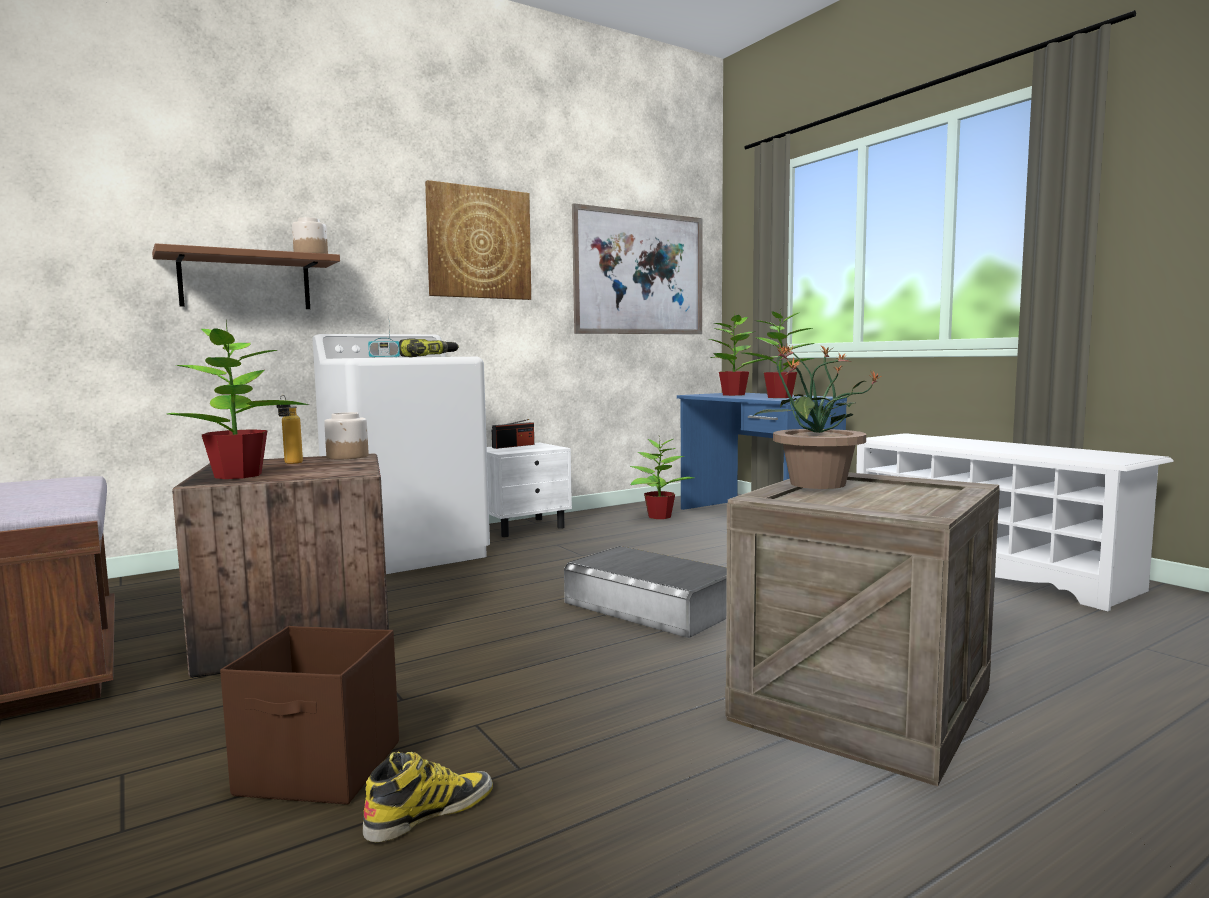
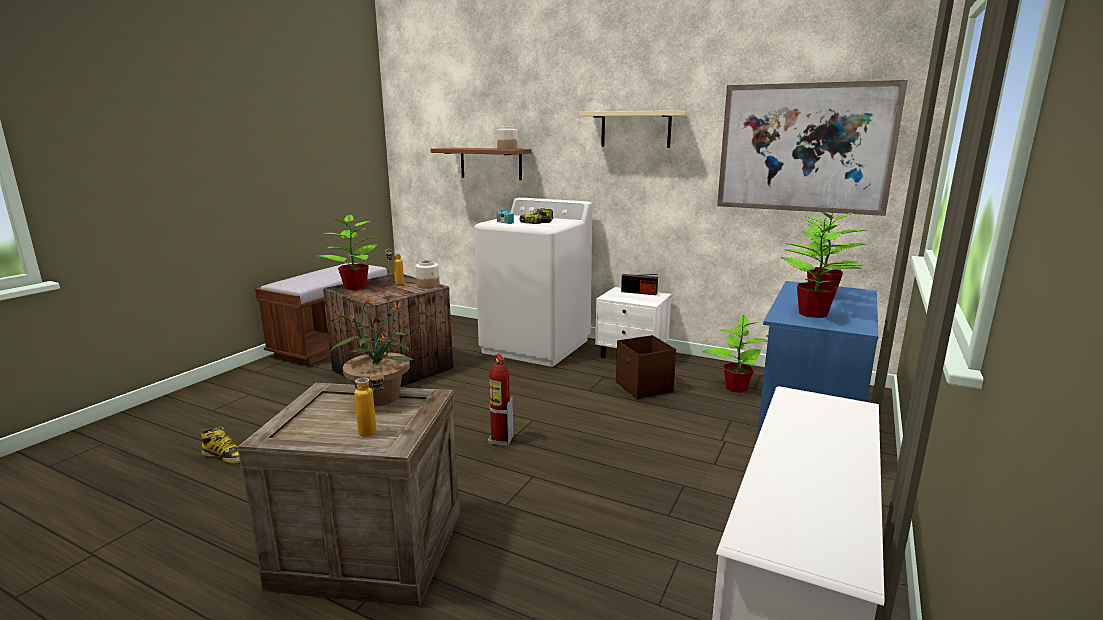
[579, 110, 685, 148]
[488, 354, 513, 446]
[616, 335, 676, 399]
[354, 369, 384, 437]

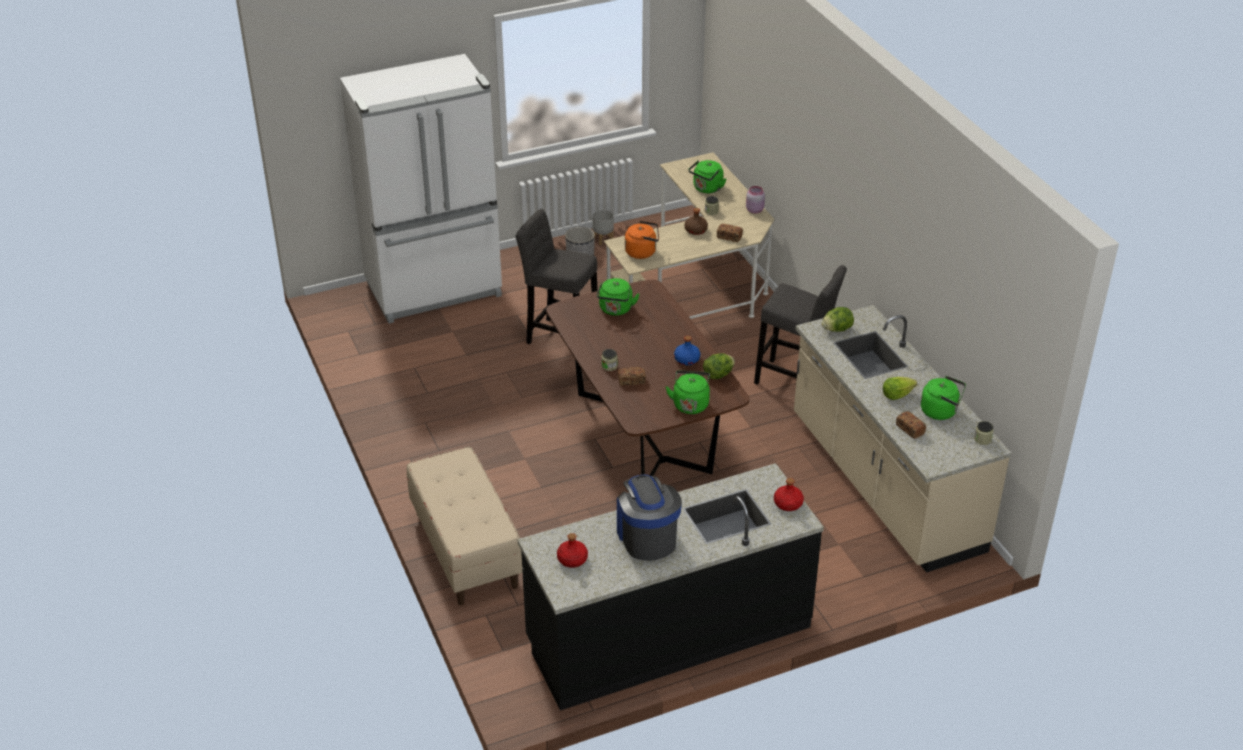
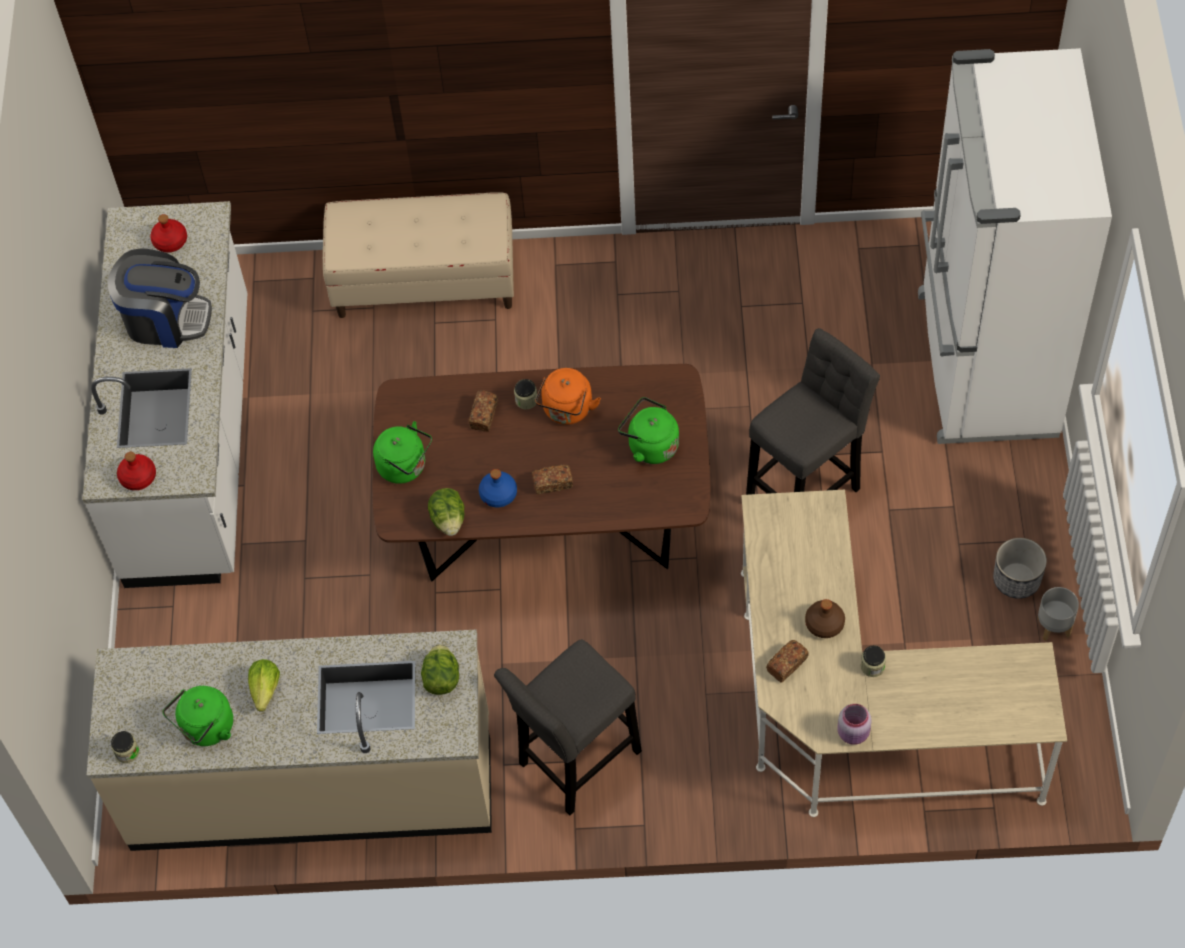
[688, 160, 726, 193] (first image)
[535, 368, 601, 425]
[532, 465, 573, 494]
[83, 201, 247, 588]

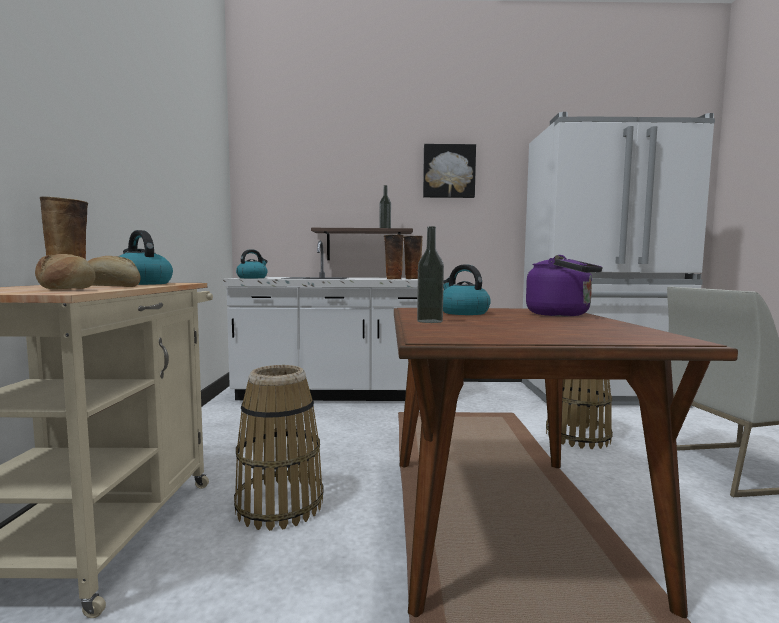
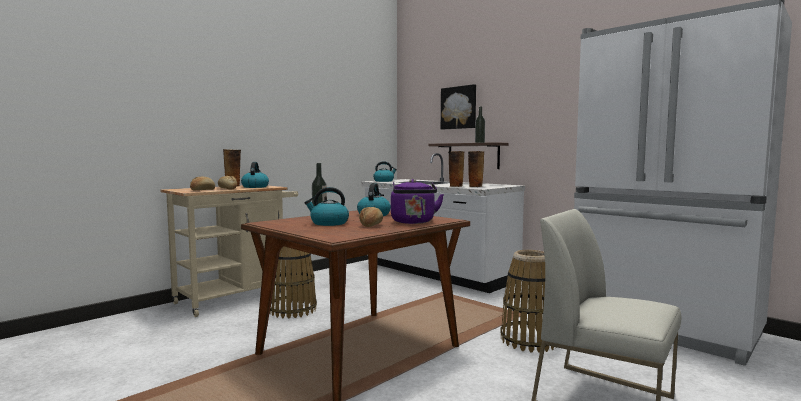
[441, 84, 476, 129]
[304, 187, 349, 226]
[359, 207, 383, 227]

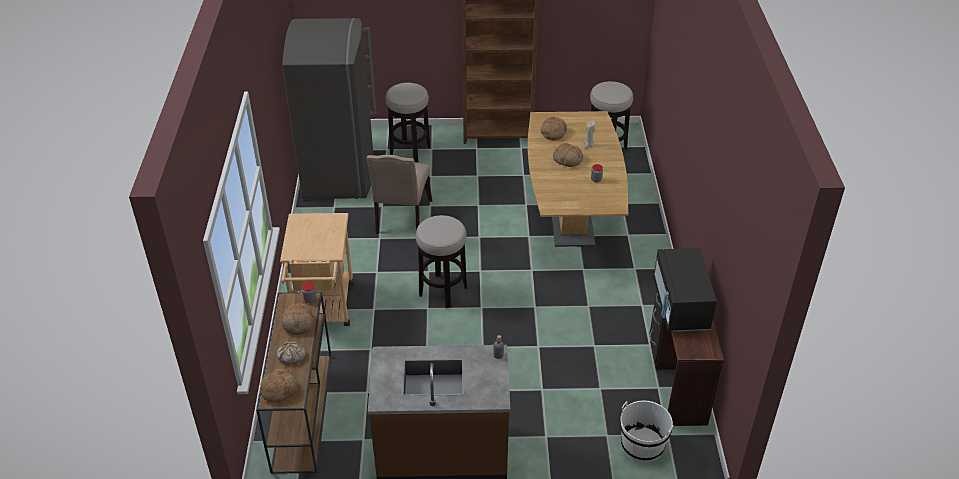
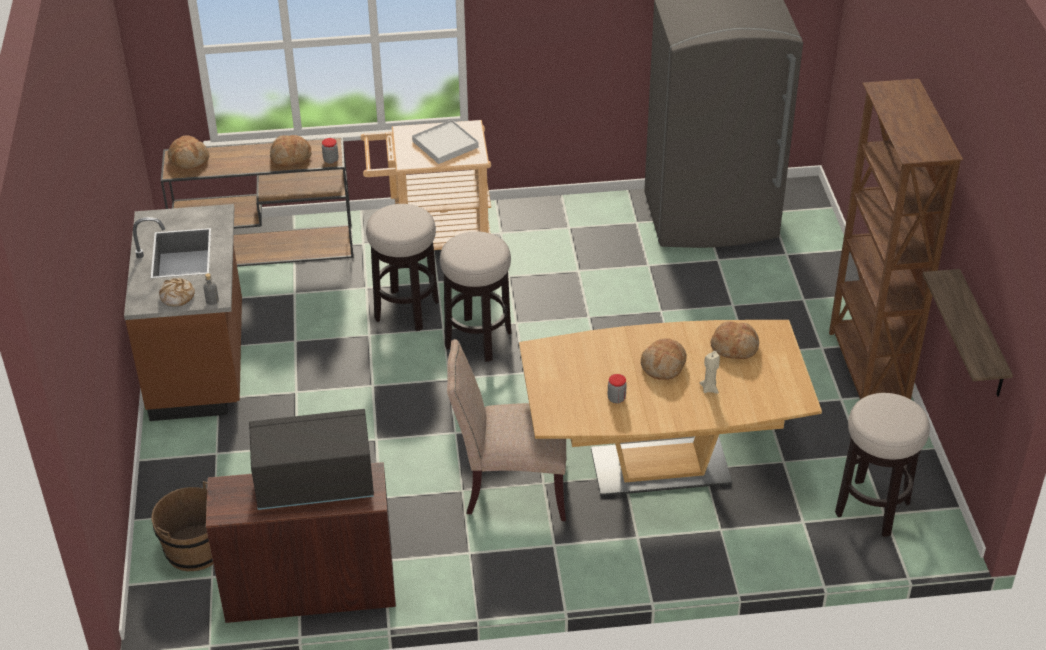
[366, 204, 439, 331]
[447, 339, 566, 521]
[159, 278, 195, 307]
[152, 481, 213, 571]
[412, 120, 479, 164]
[923, 269, 1013, 397]

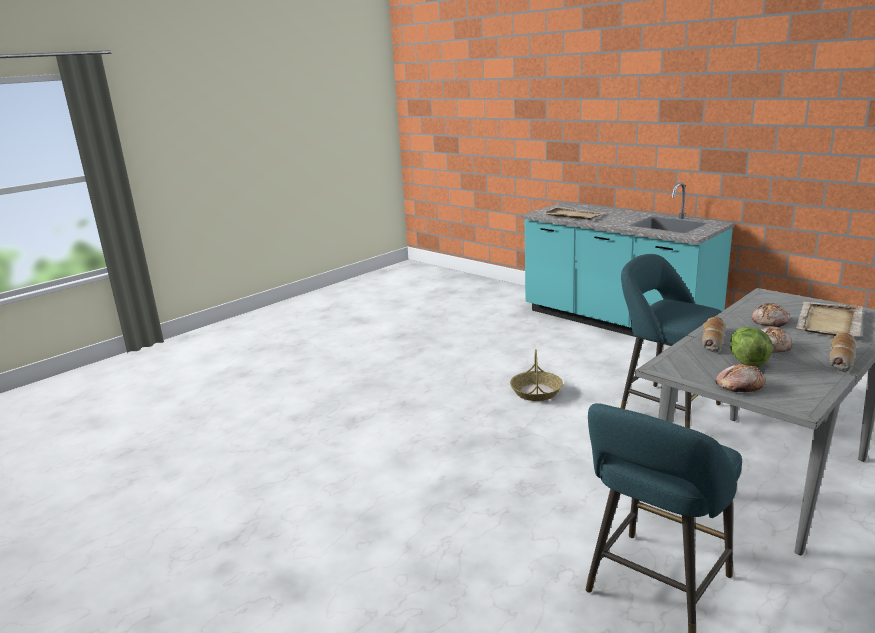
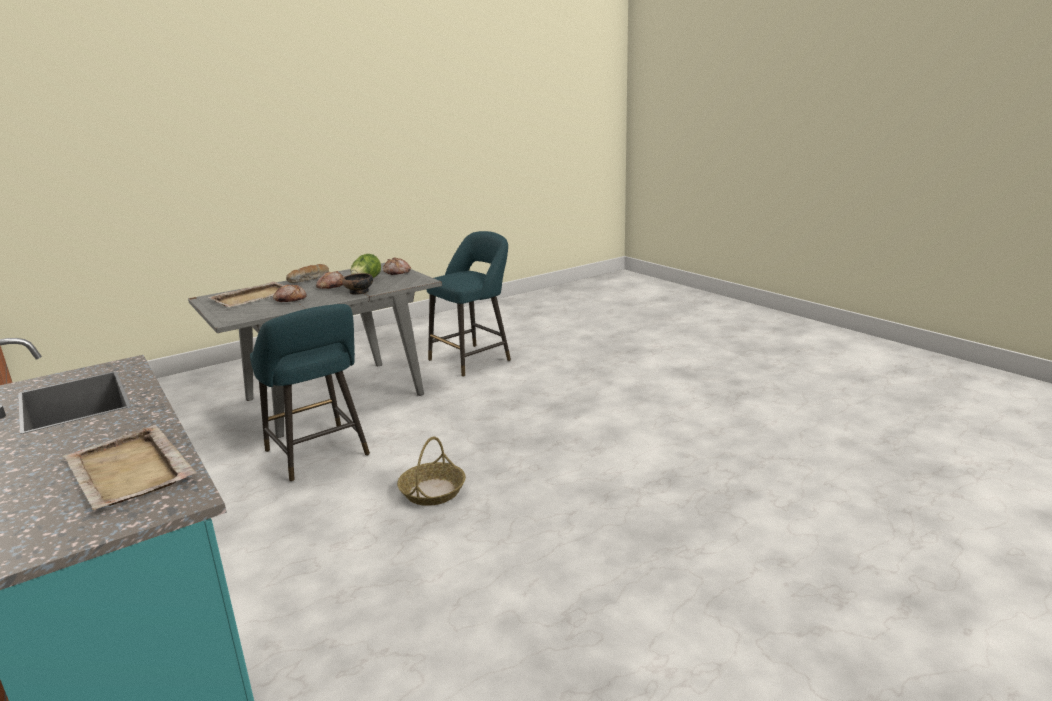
[342, 273, 373, 295]

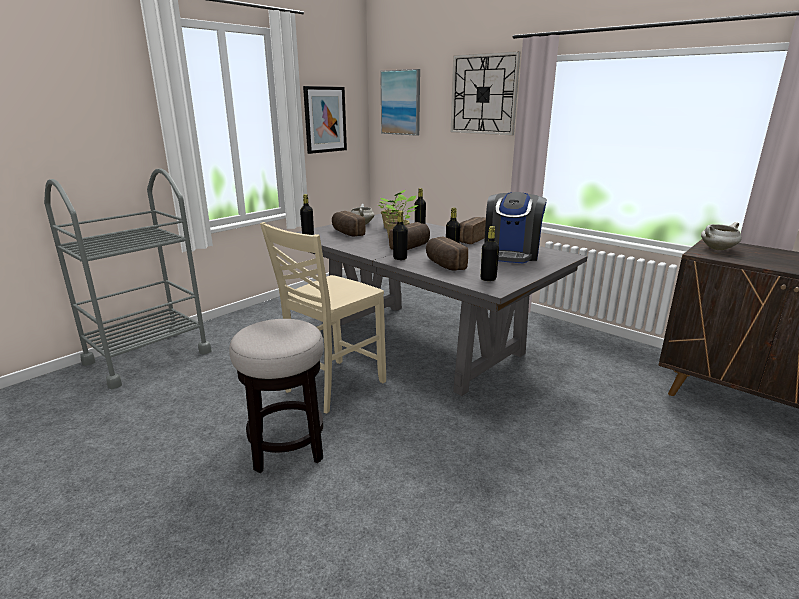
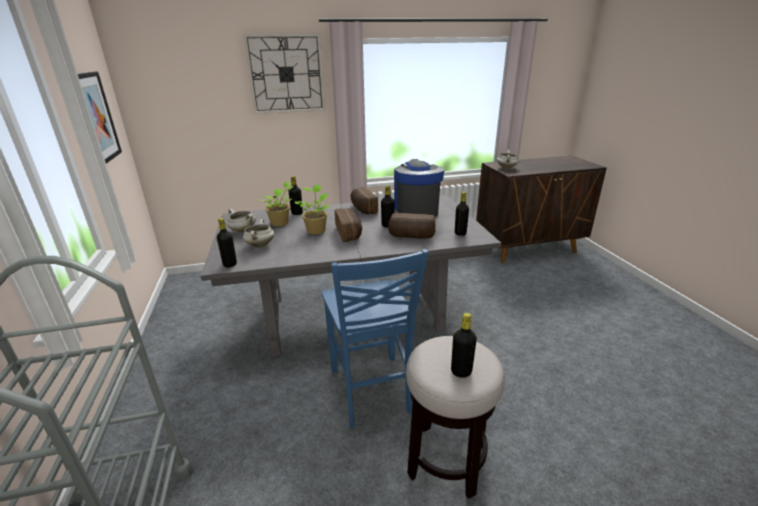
[380, 69, 420, 136] (first image)
[394, 159, 444, 217]
[243, 219, 274, 248]
[451, 313, 477, 378]
[322, 249, 429, 428]

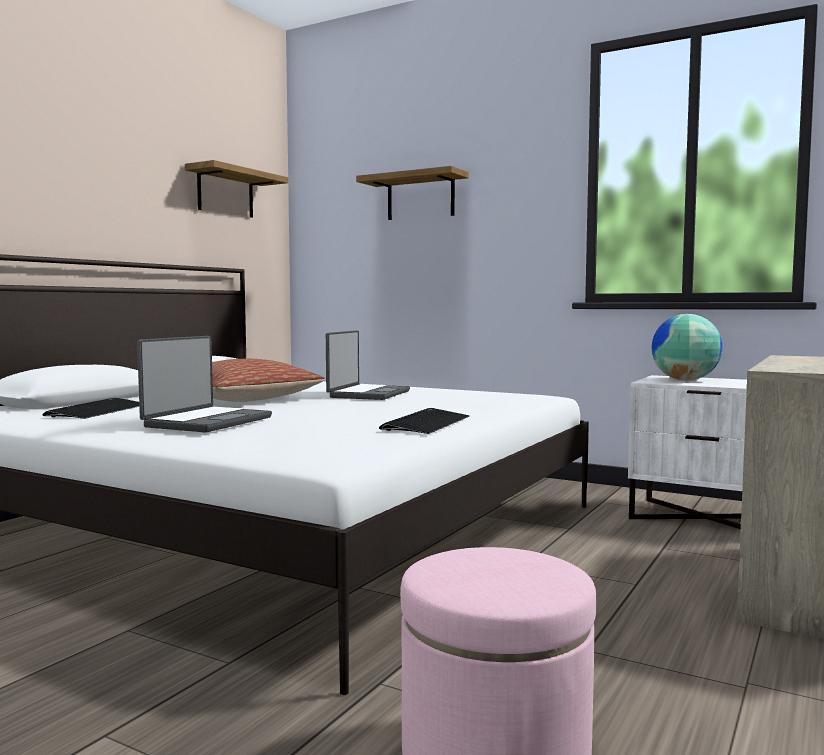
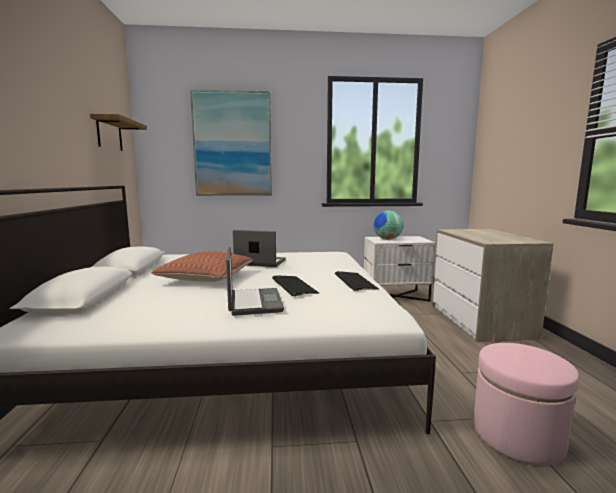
[190, 89, 272, 196]
[233, 230, 286, 267]
[272, 275, 319, 296]

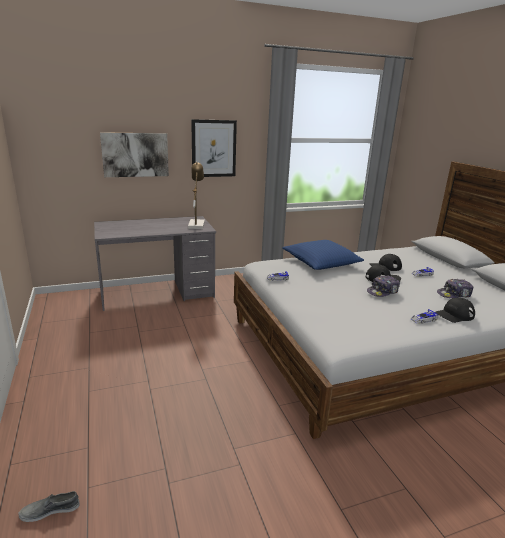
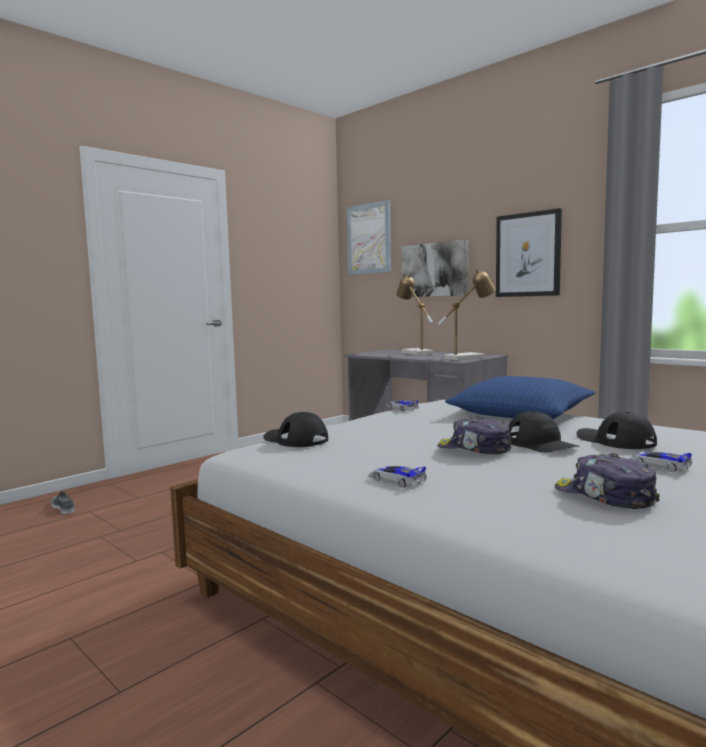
[263, 412, 328, 447]
[347, 200, 391, 275]
[396, 274, 433, 355]

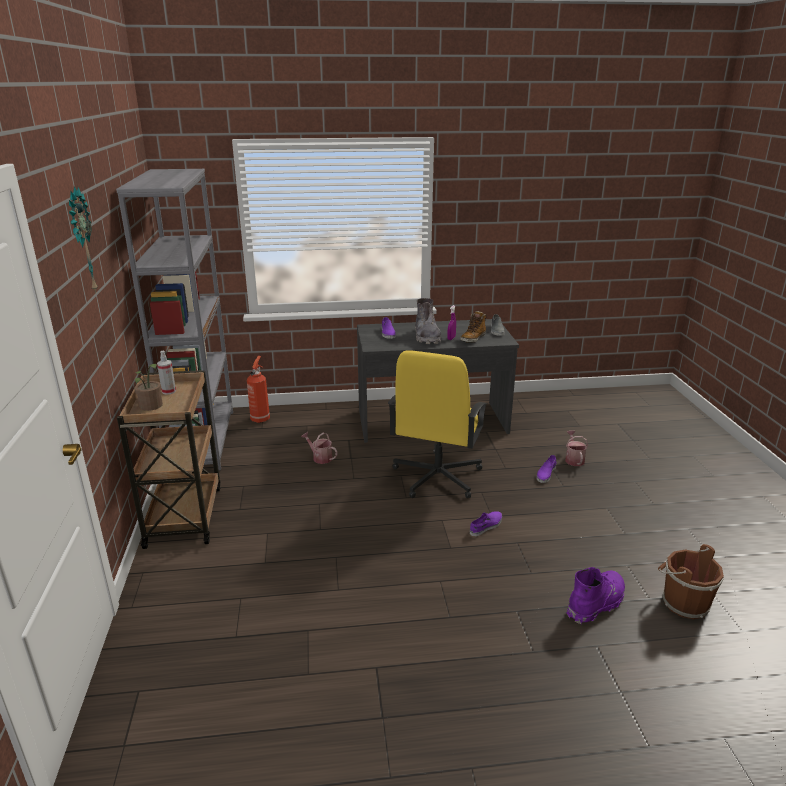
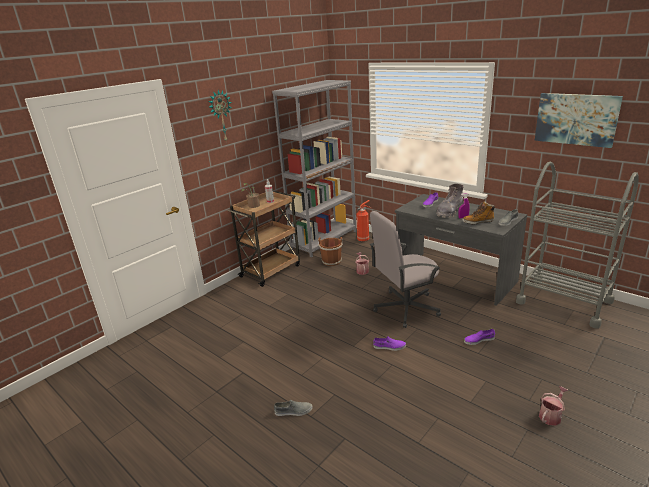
[370, 211, 441, 328]
[539, 386, 569, 426]
[318, 237, 344, 266]
[566, 567, 625, 624] (first image)
[534, 93, 623, 148]
[516, 162, 639, 329]
[274, 399, 313, 416]

